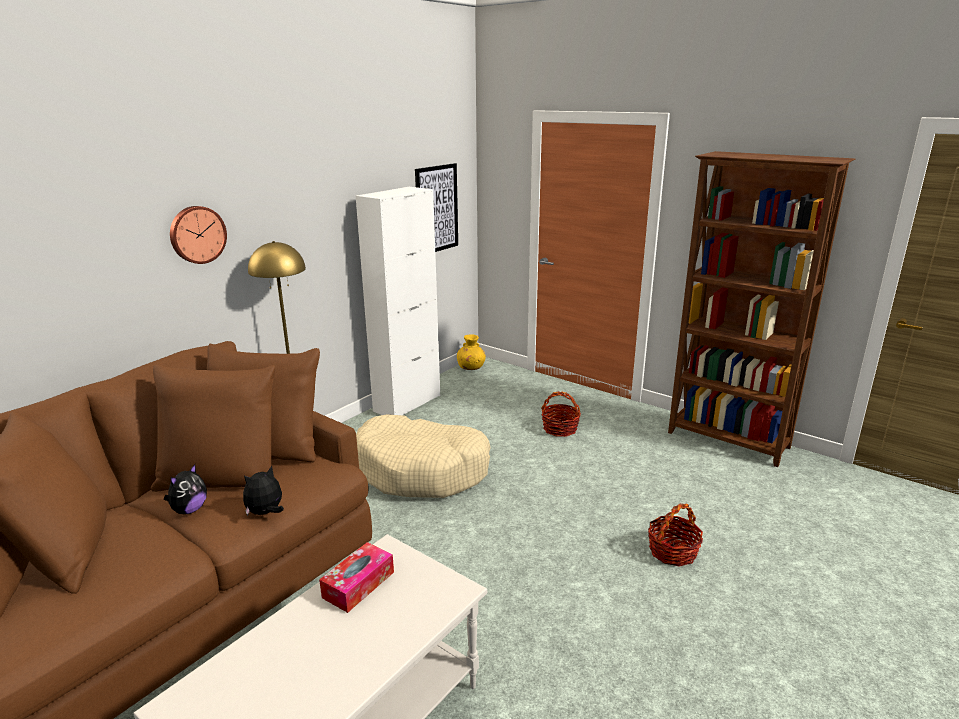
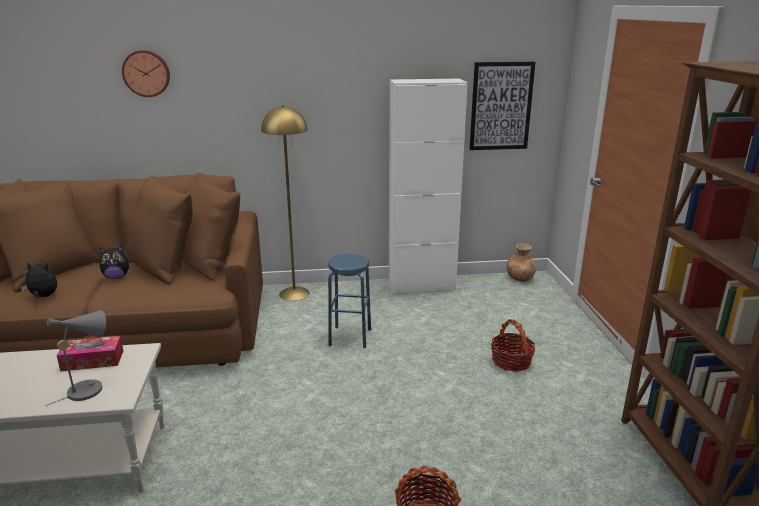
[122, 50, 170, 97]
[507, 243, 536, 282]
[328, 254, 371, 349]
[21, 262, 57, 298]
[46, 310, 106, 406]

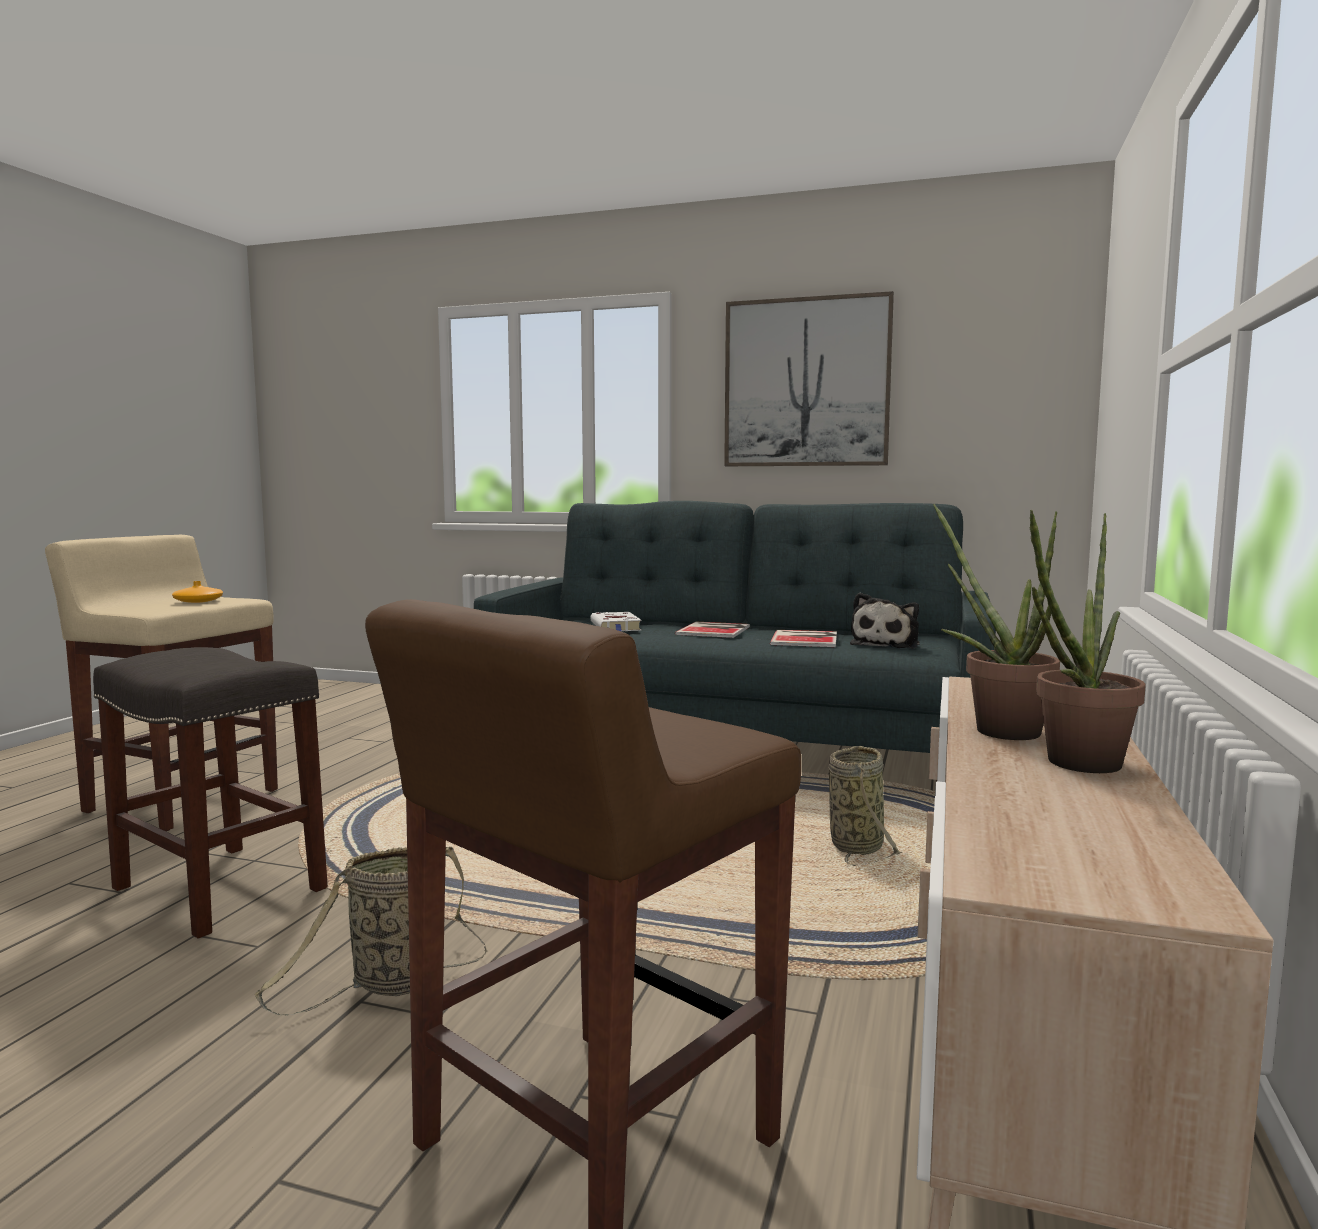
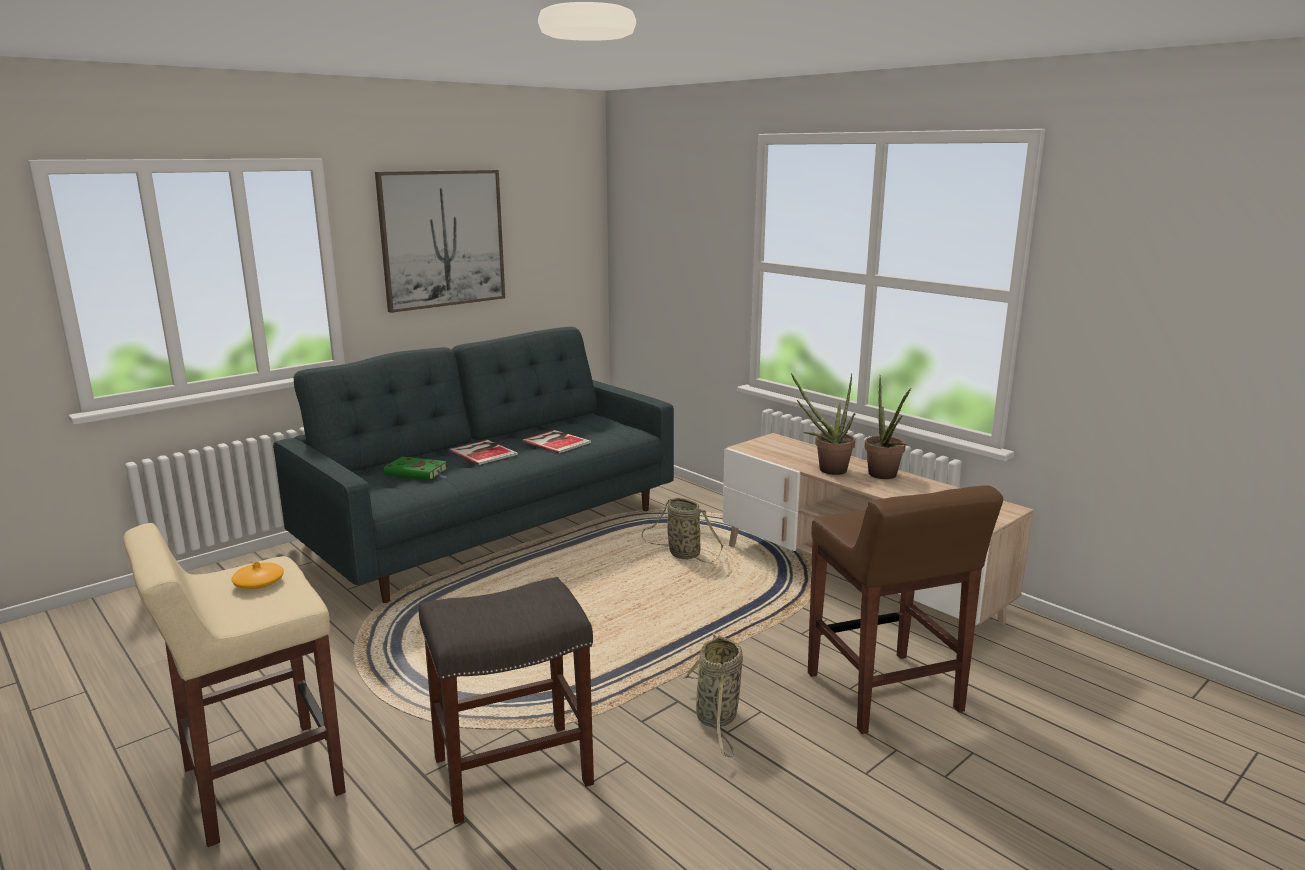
[850, 593, 920, 649] (first image)
[384, 456, 447, 480]

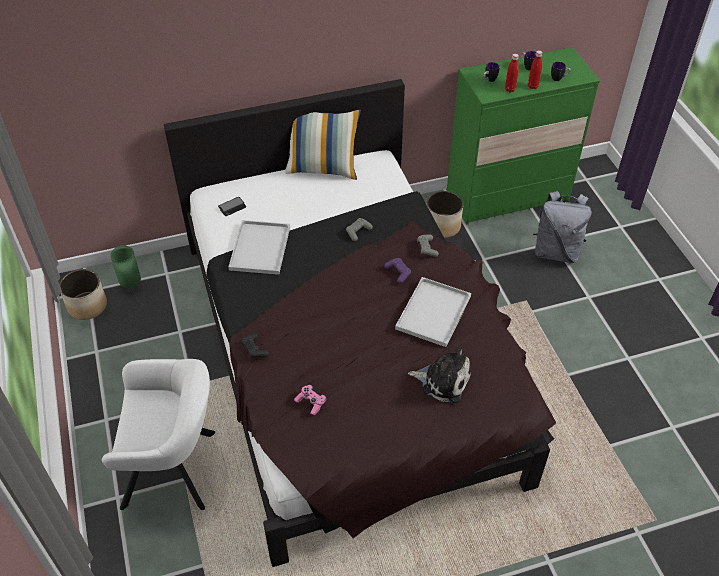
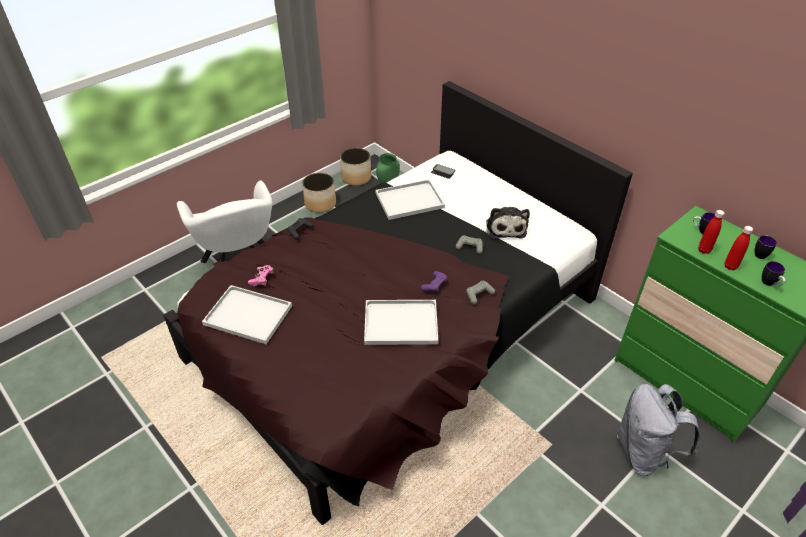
[285, 110, 361, 180] (first image)
[302, 173, 336, 213]
[486, 207, 530, 239]
[202, 285, 292, 344]

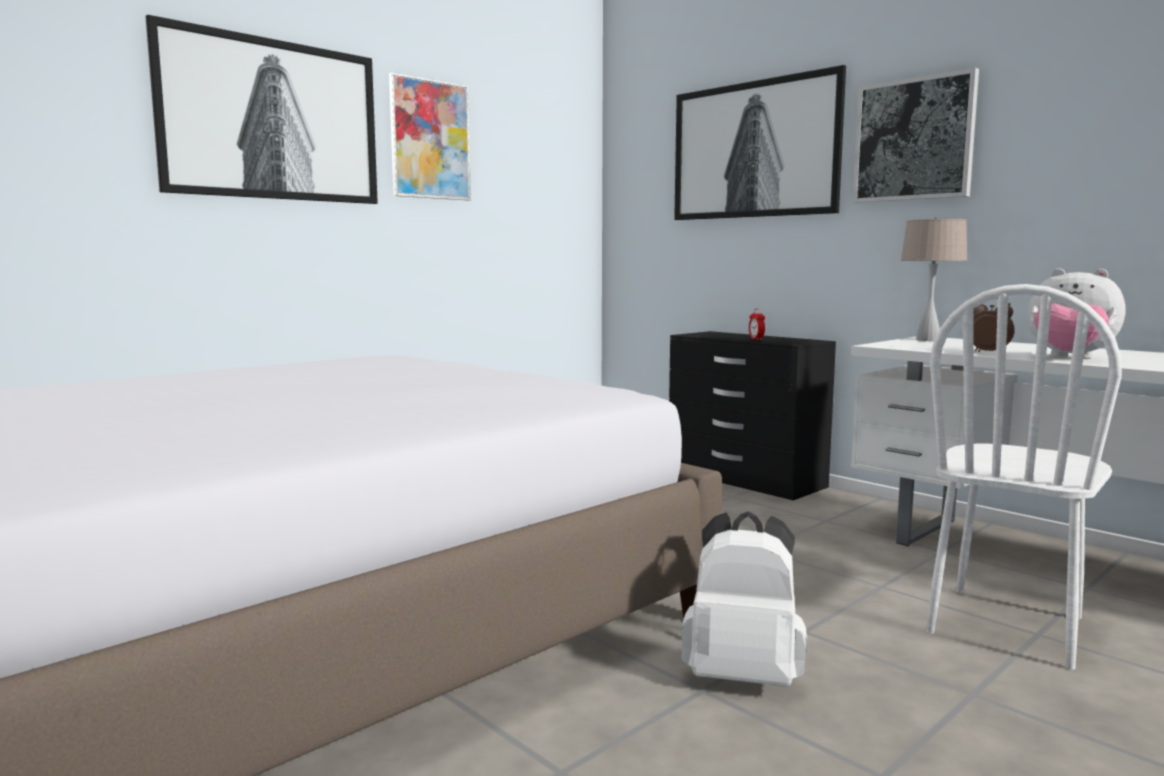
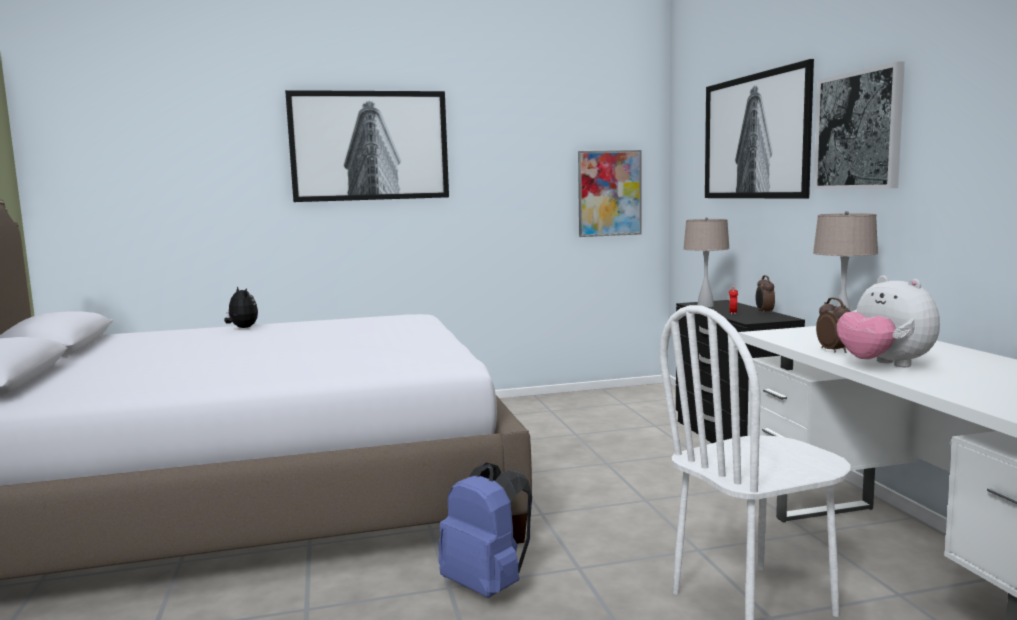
[578, 150, 642, 237]
[438, 462, 532, 598]
[683, 217, 730, 307]
[756, 275, 775, 314]
[224, 286, 258, 328]

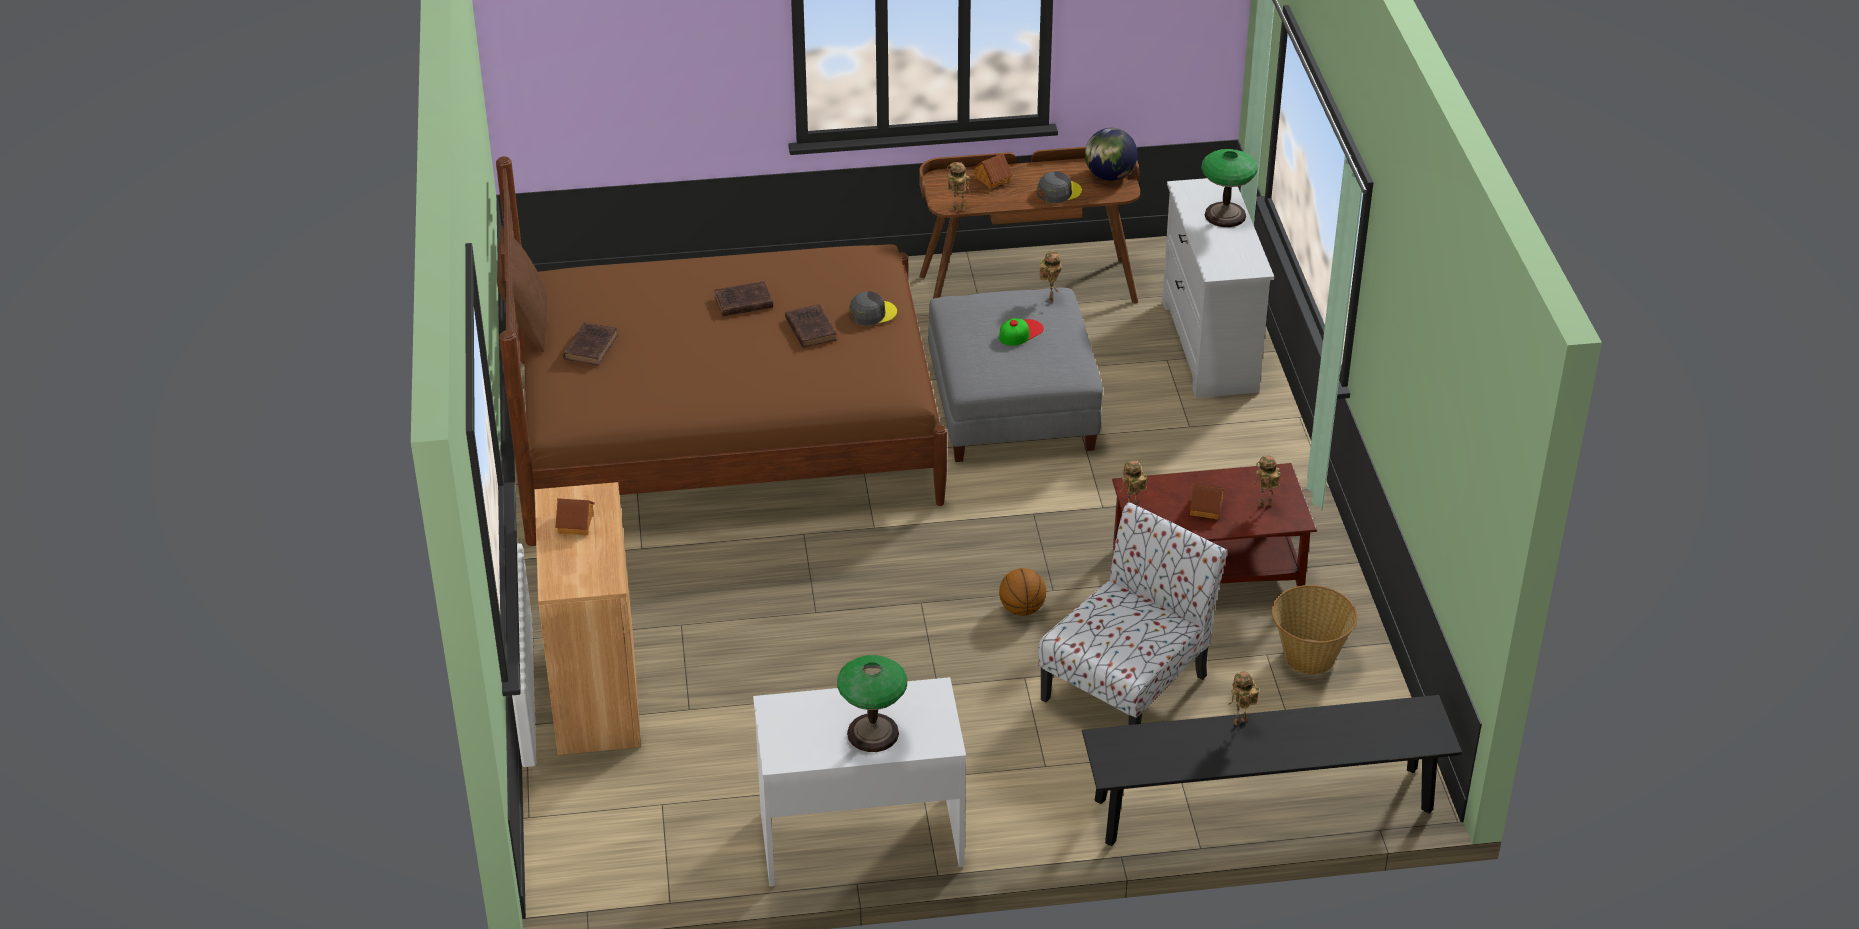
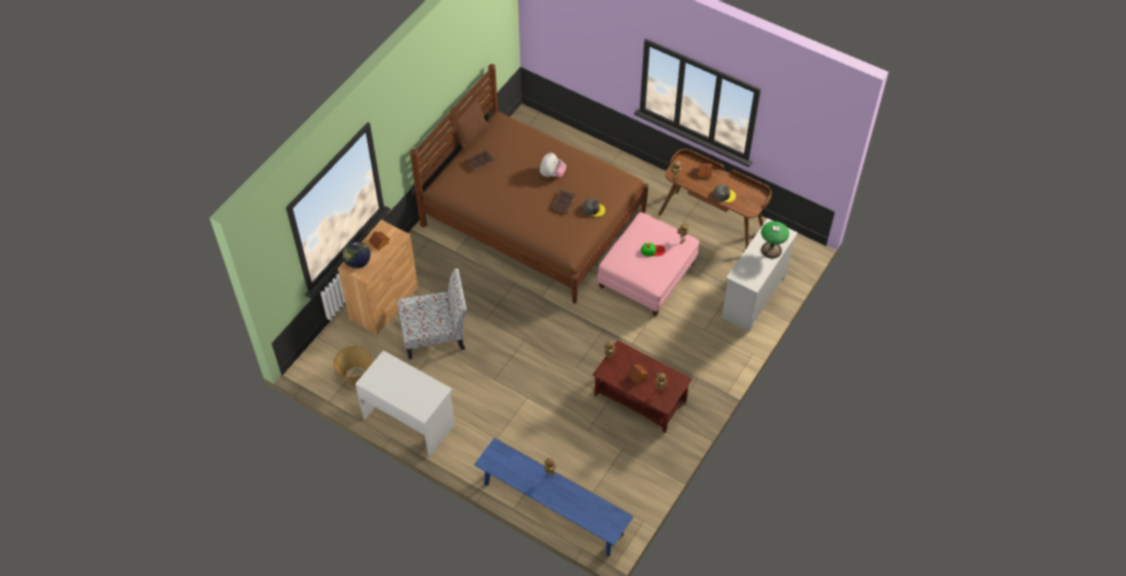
[342, 241, 370, 268]
[540, 153, 566, 177]
[597, 212, 700, 316]
[397, 268, 467, 359]
[999, 568, 1046, 616] (first image)
[334, 346, 372, 386]
[837, 655, 907, 752] (first image)
[474, 438, 633, 556]

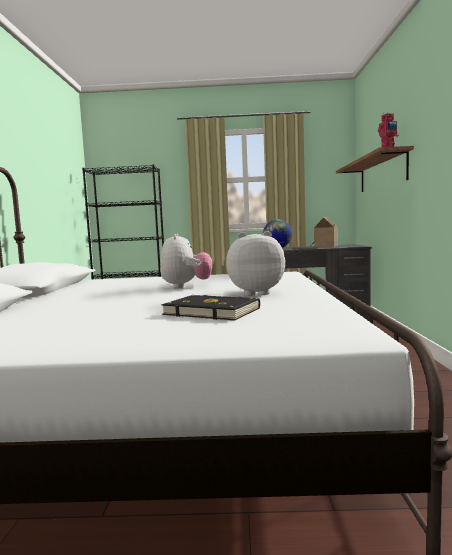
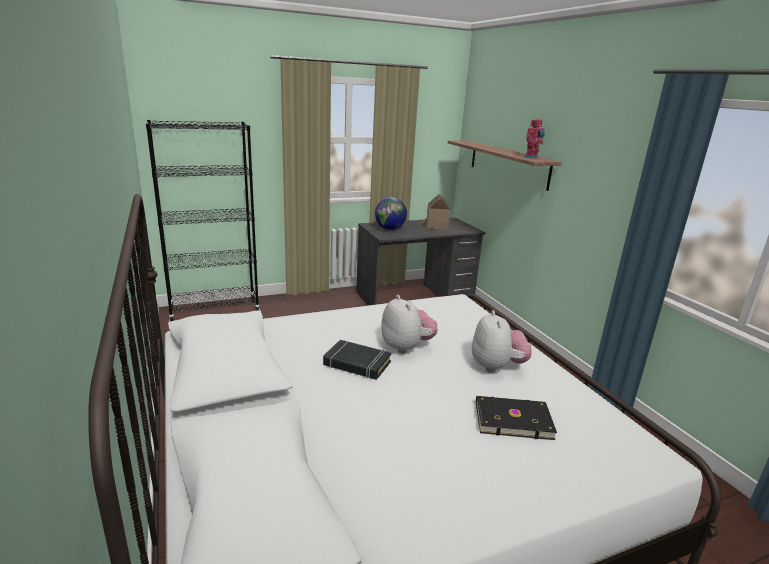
[472, 310, 531, 373]
[323, 340, 391, 380]

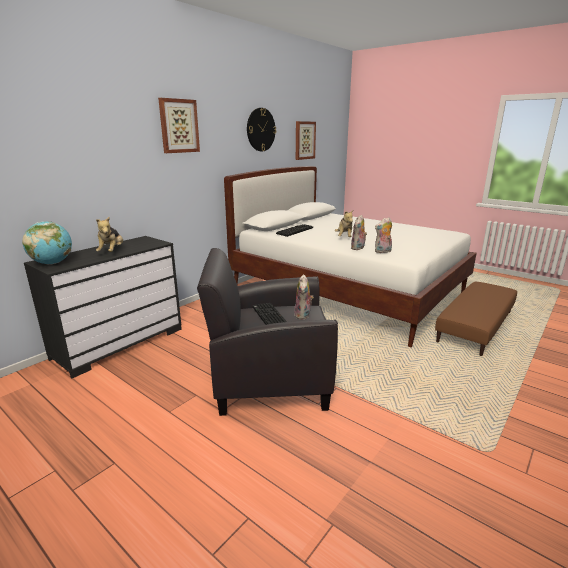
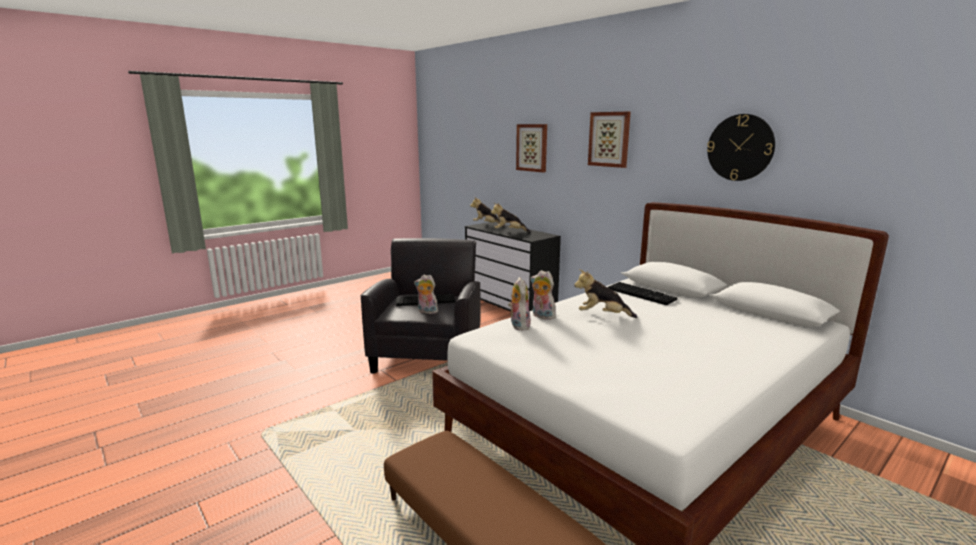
[516, 124, 547, 172]
[470, 197, 505, 227]

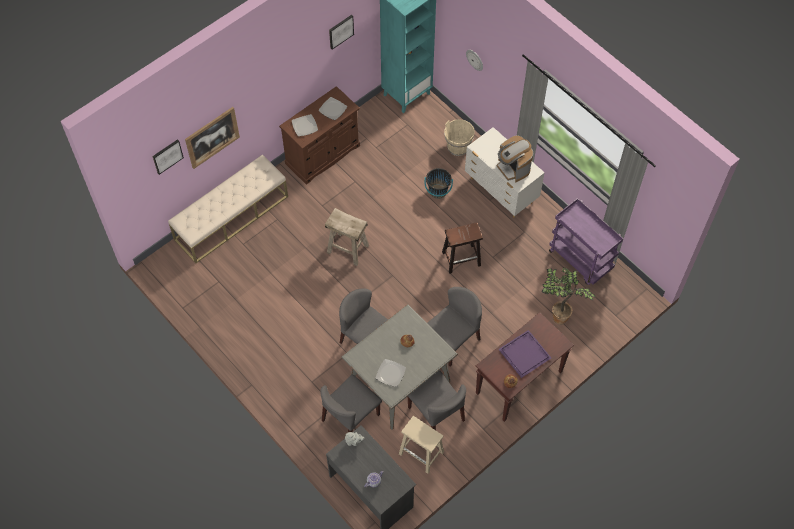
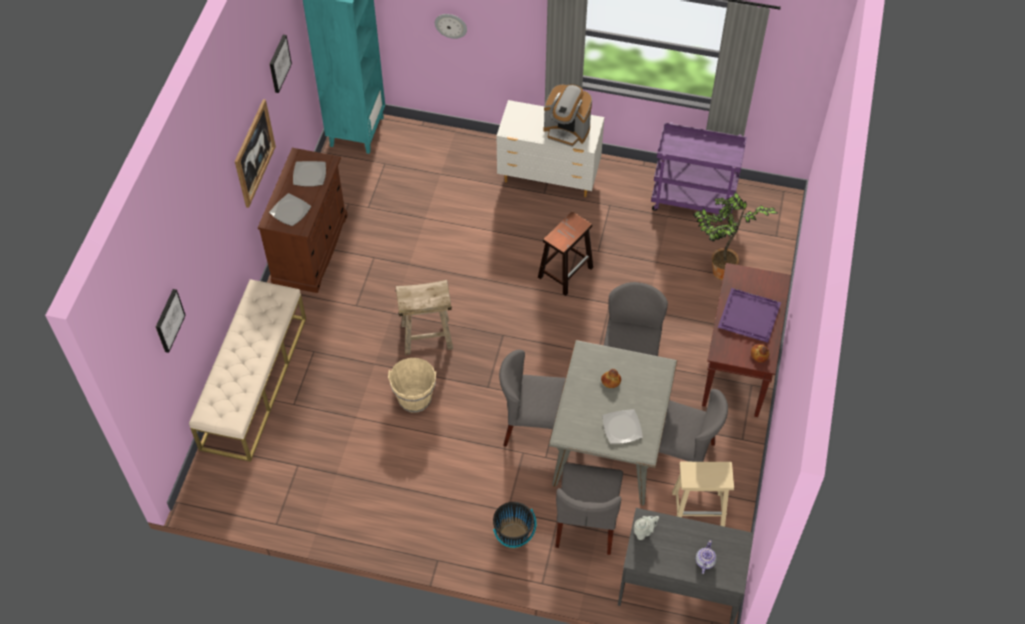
[235, 99, 276, 208]
[388, 358, 436, 413]
[493, 502, 536, 549]

